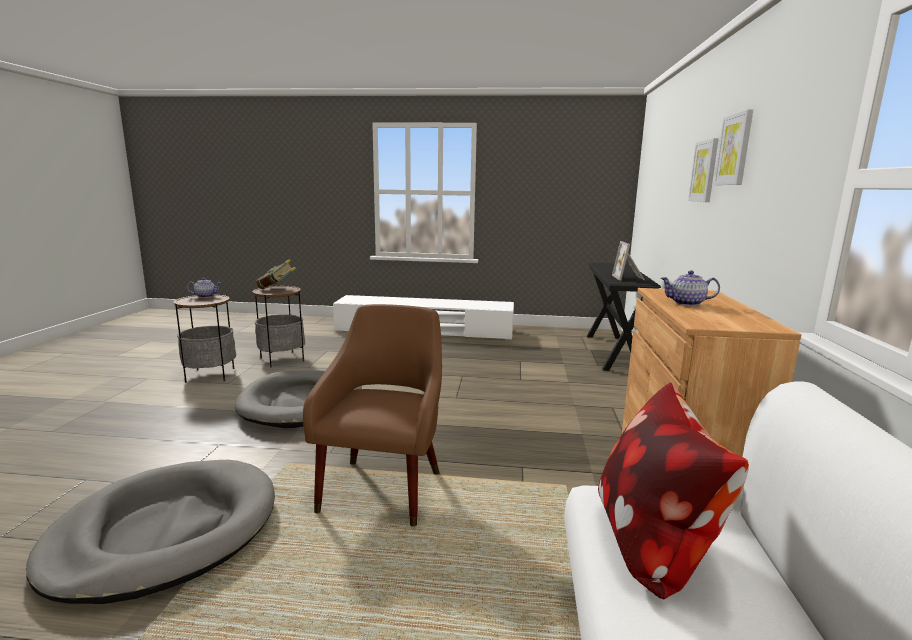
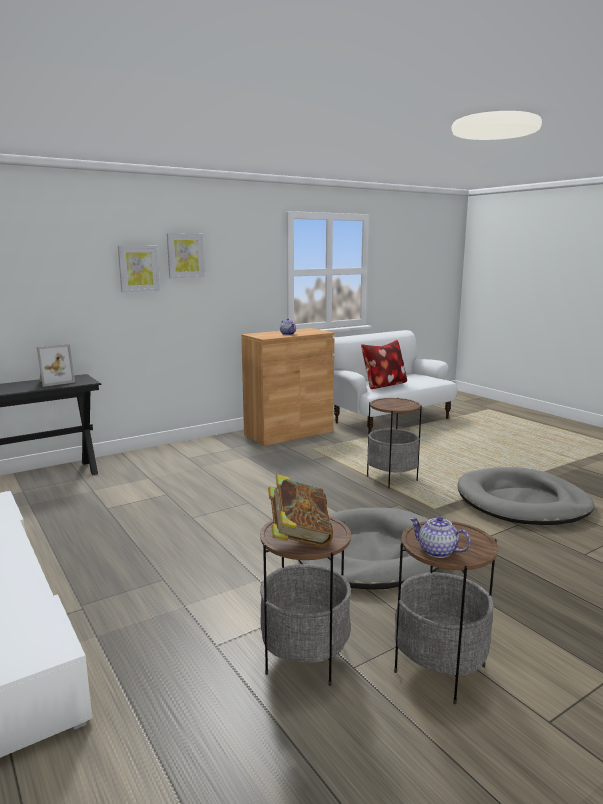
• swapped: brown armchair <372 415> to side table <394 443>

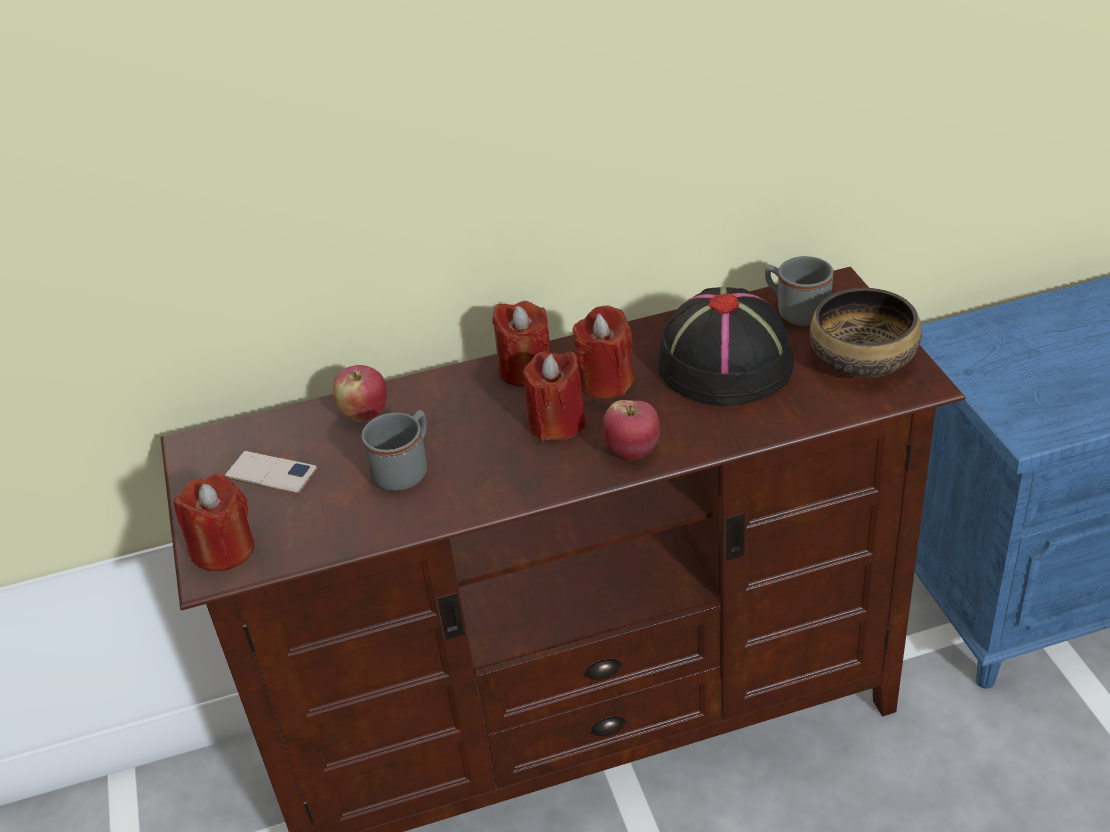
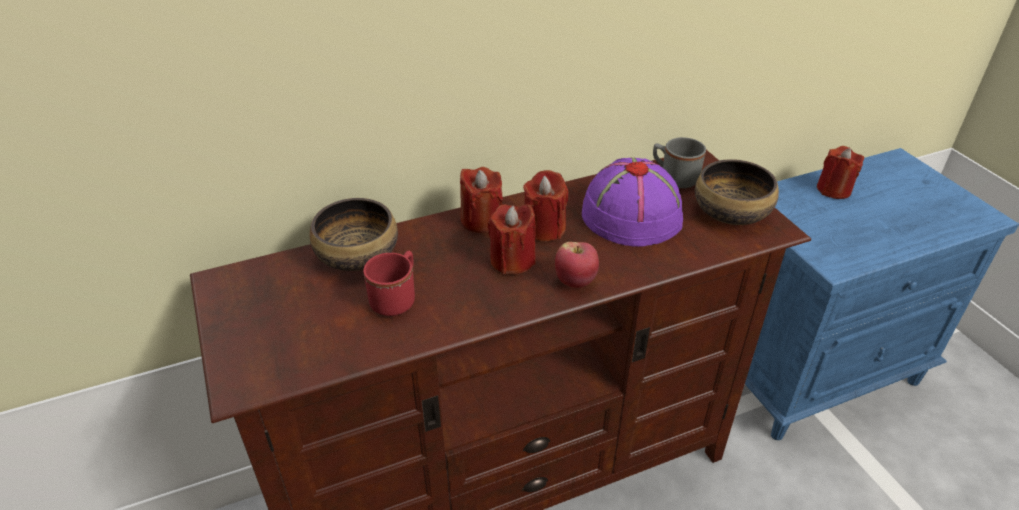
• swapped: apple <360 393> to bowl <354 234>
• repainted: grey mug <394 450> to red mug <389 283>
• repainted: black hat <725 346> to purple hat <632 202>
• shifted: red candle <214 522> to <840 172>
• gone: phone <271 472>

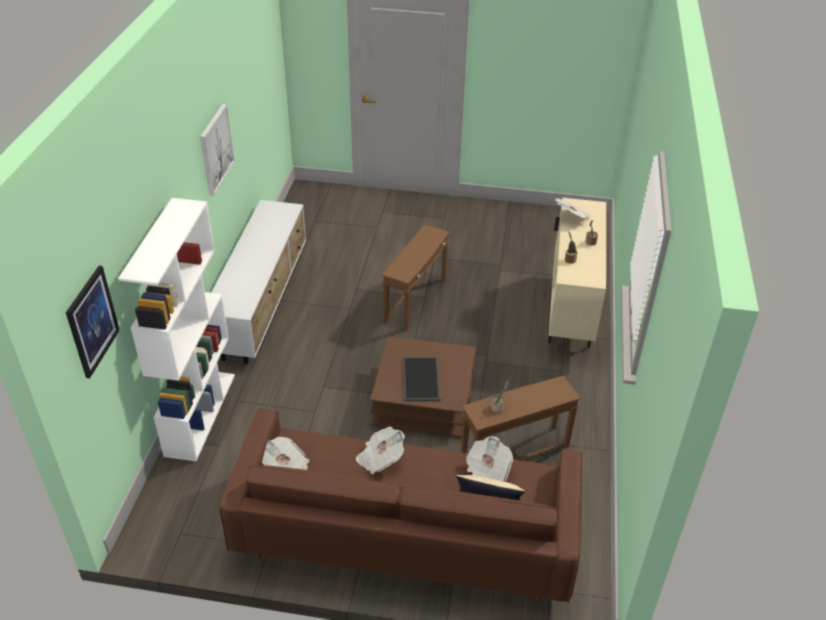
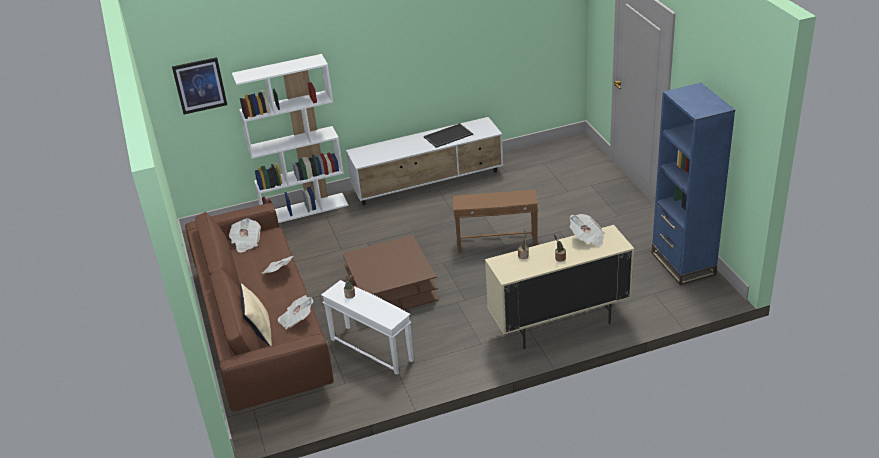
• repainted: brown side table <521 418> to white side table <367 327>
• shifted: tray <422 379> to <448 135>
• new: blue bookcase <693 184>
• gone: picture <217 149>

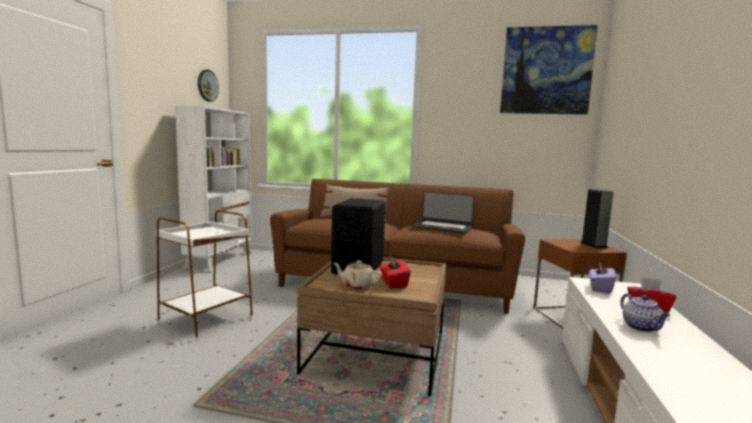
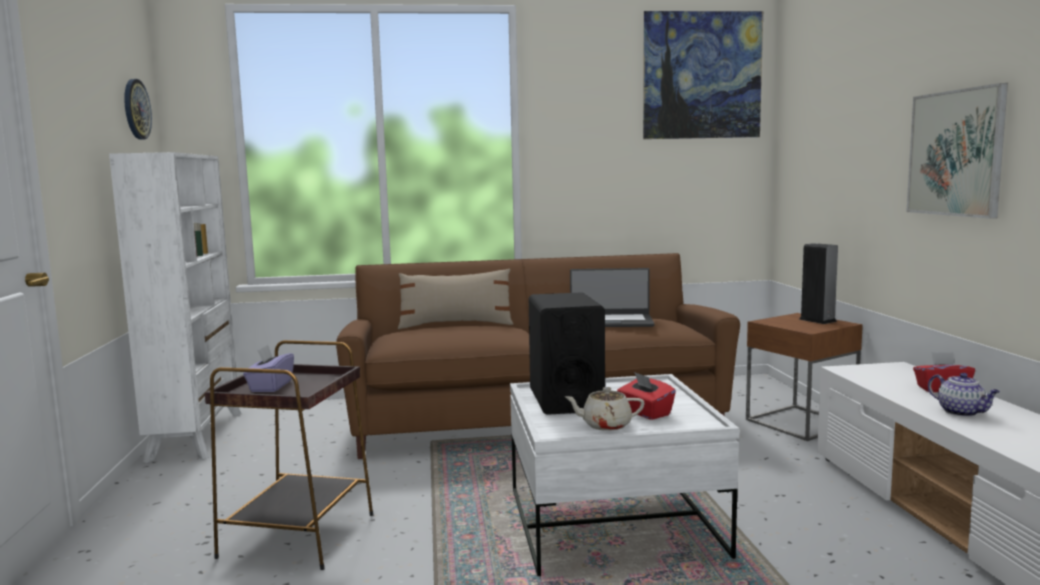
• repainted: white side table <204 275> to brown side table <289 455>
• shifted: purple tissue box <602 278> to <268 368>
• repainted: brown coffee table <371 327> to white coffee table <624 475>
• new: picture <957 151>

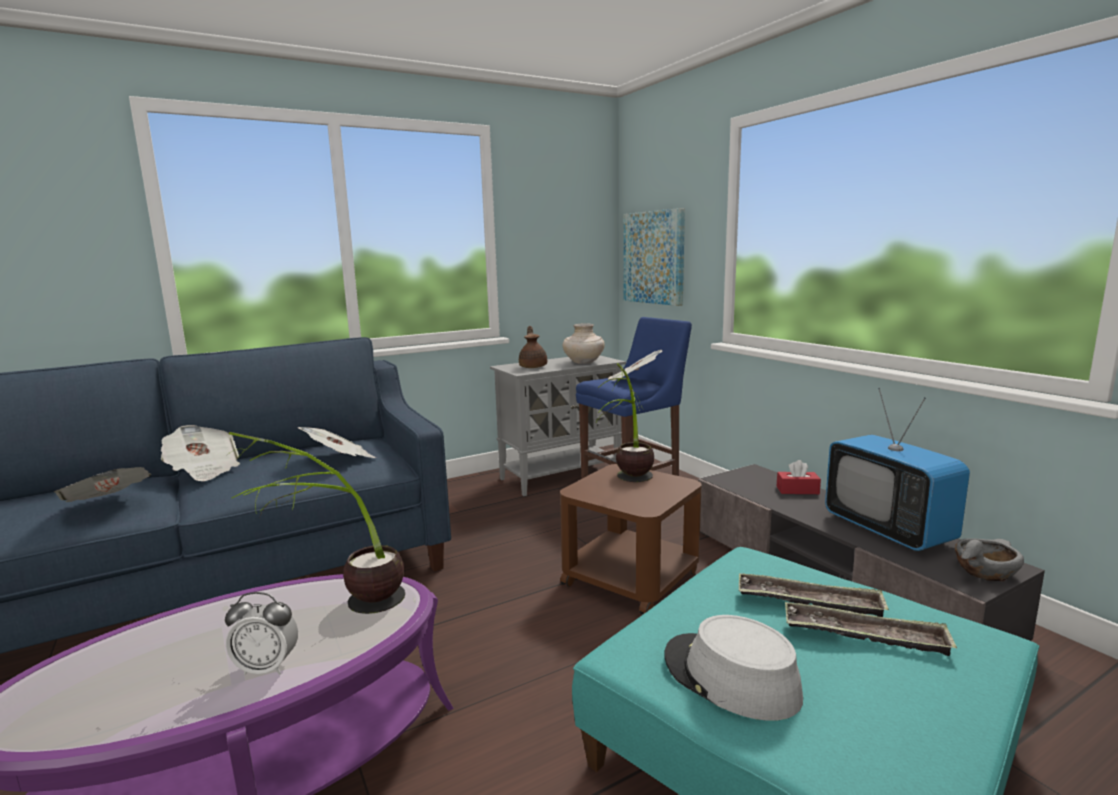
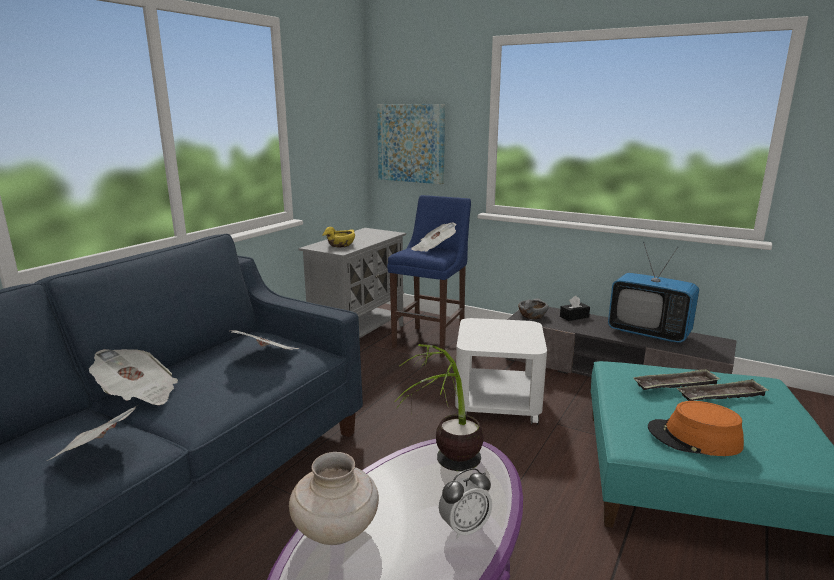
• shifted: beige vase <584 343> to <334 498>
• swapped: brown teapot <533 347> to yellow bowl <338 237>
• repainted: brown side table <631 539> to white side table <501 371>
• shifted: grey bowl <989 559> to <533 309>
• repainted: red tissue box <798 477> to black tissue box <575 308>
• repainted: grey hat <733 668> to orange hat <696 428>
• gone: potted plant <624 422>

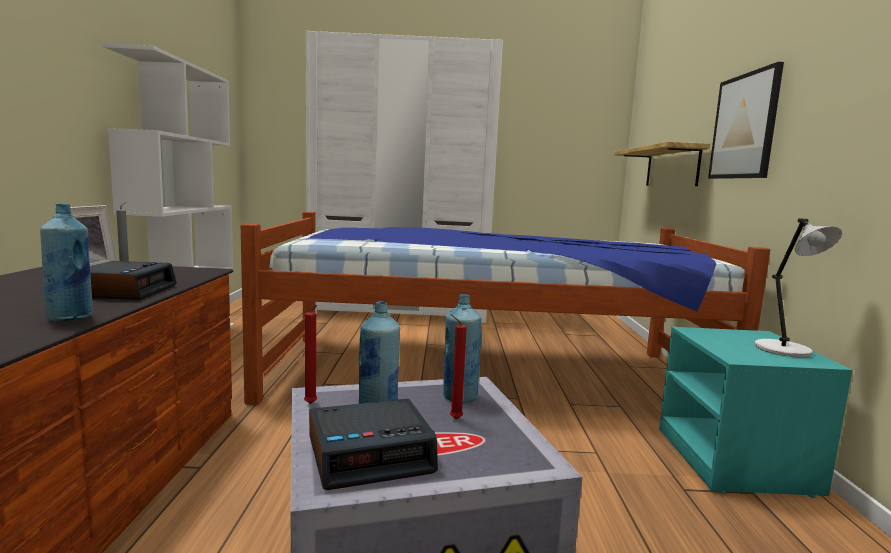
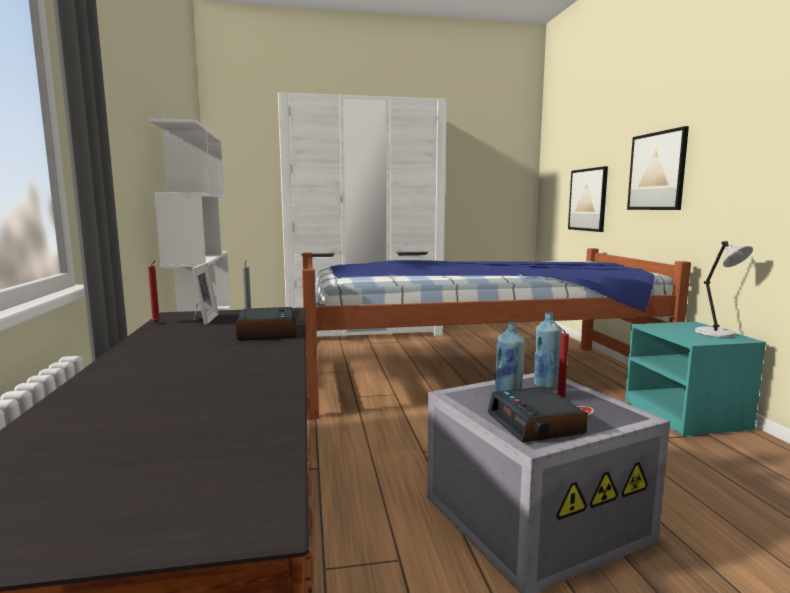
• shifted: red candle <311 354> to <154 291>
• rotated: alarm clock <373 444> = <538 415> 105 degrees clockwise
• swapped: shelf <662 164> to picture <588 199>
• gone: blue bottle <66 262>

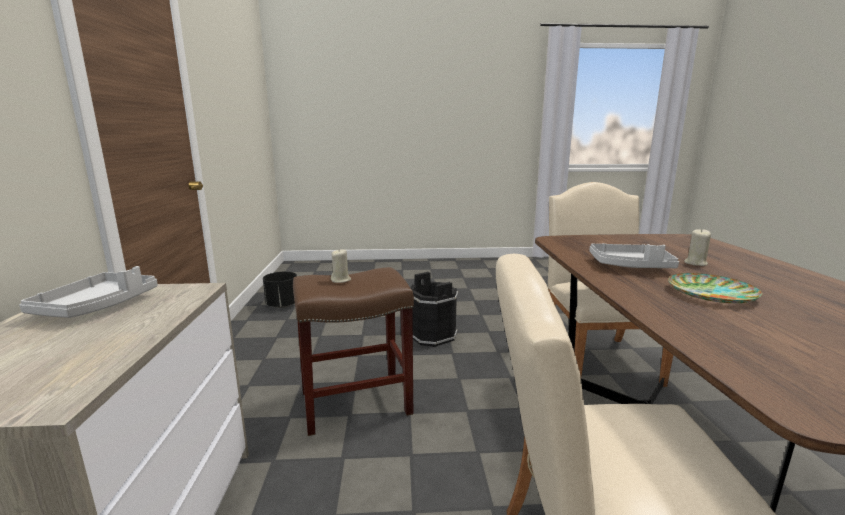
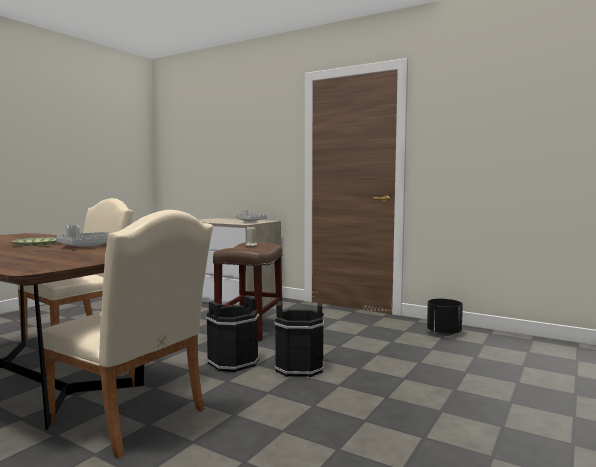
• new: black bucket <233 334>
• gone: beige candle <697 247>

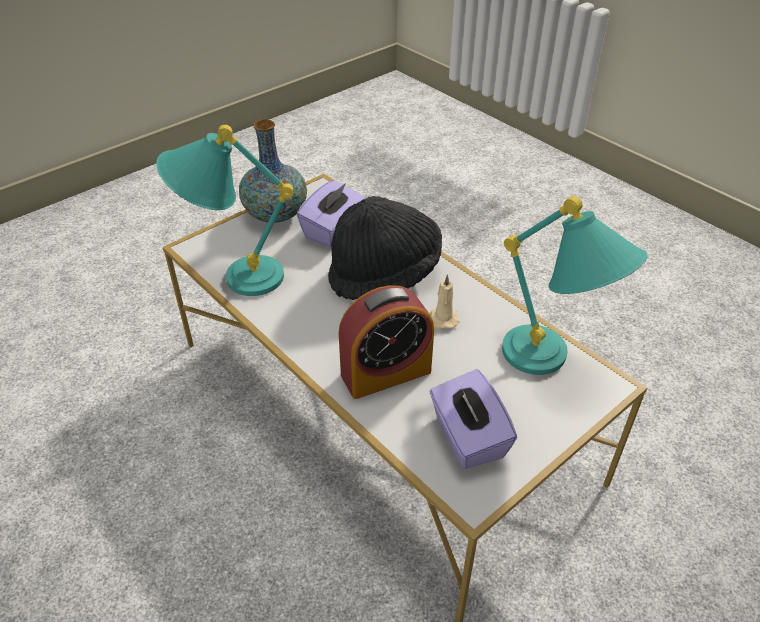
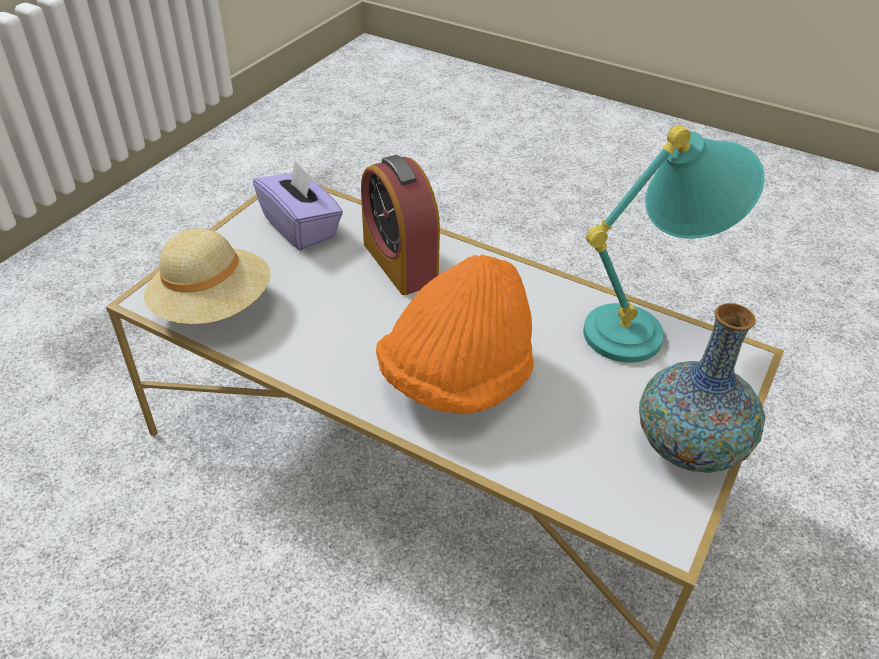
• swapped: turquoise table lamp <575 285> to beige hat <207 276>
• rotated: alarm clock <386 342> = <400 225> 75 degrees counterclockwise
• repainted: black hat <385 248> to orange hat <455 334>
• gone: purple tissue box <331 213>
• gone: beige candle <445 301>

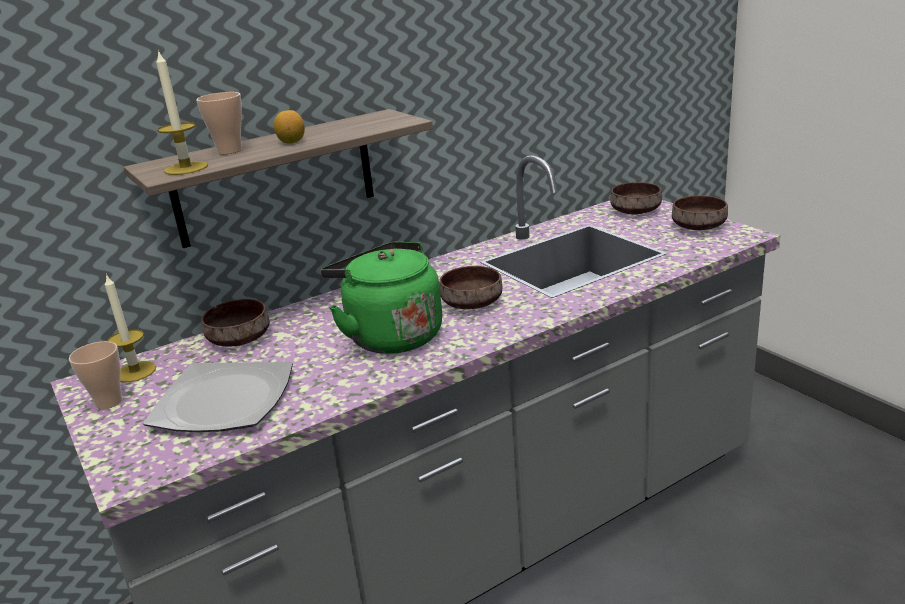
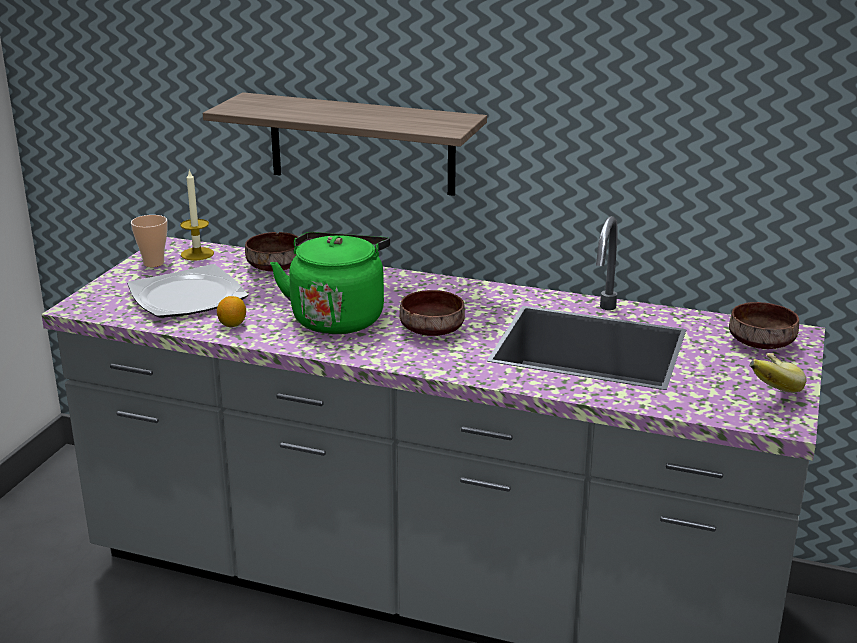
• shifted: lemon <289 127> to <231 311>
• swapped: brown bowl <700 213> to banana <778 373>
• gone: candle <182 112>
• gone: cup <219 123>

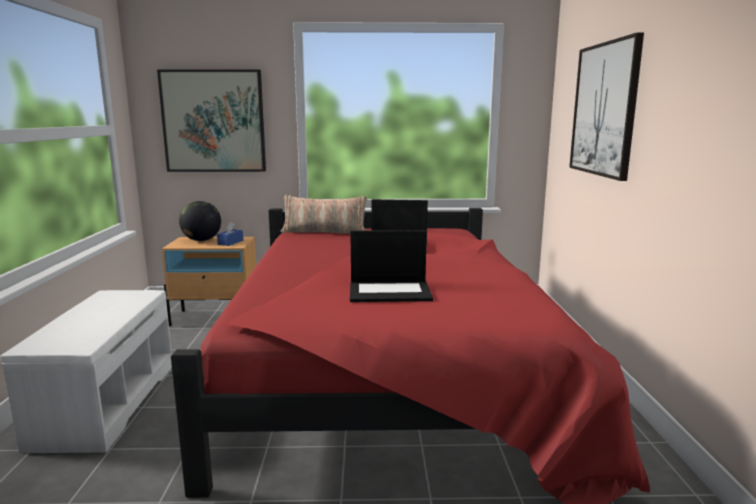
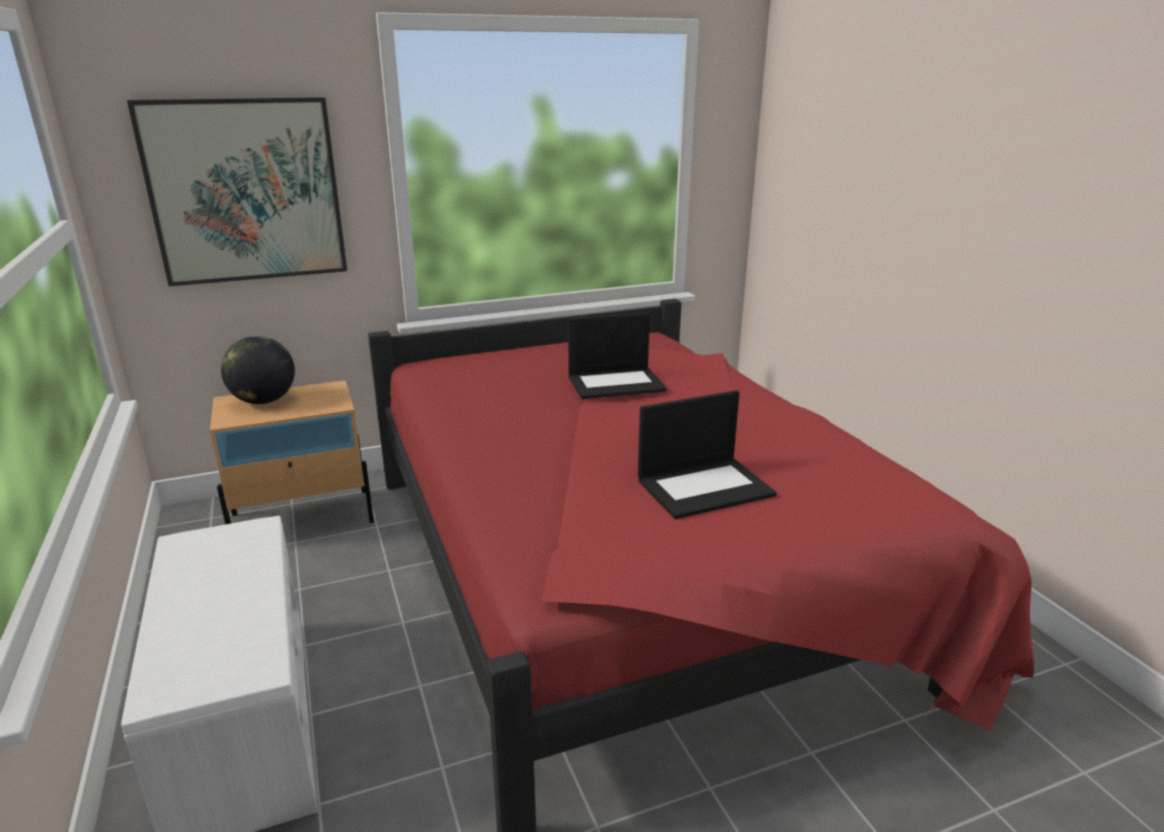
• gone: blue tissue box <230 234>
• gone: pillow <324 214>
• gone: picture <606 106>

